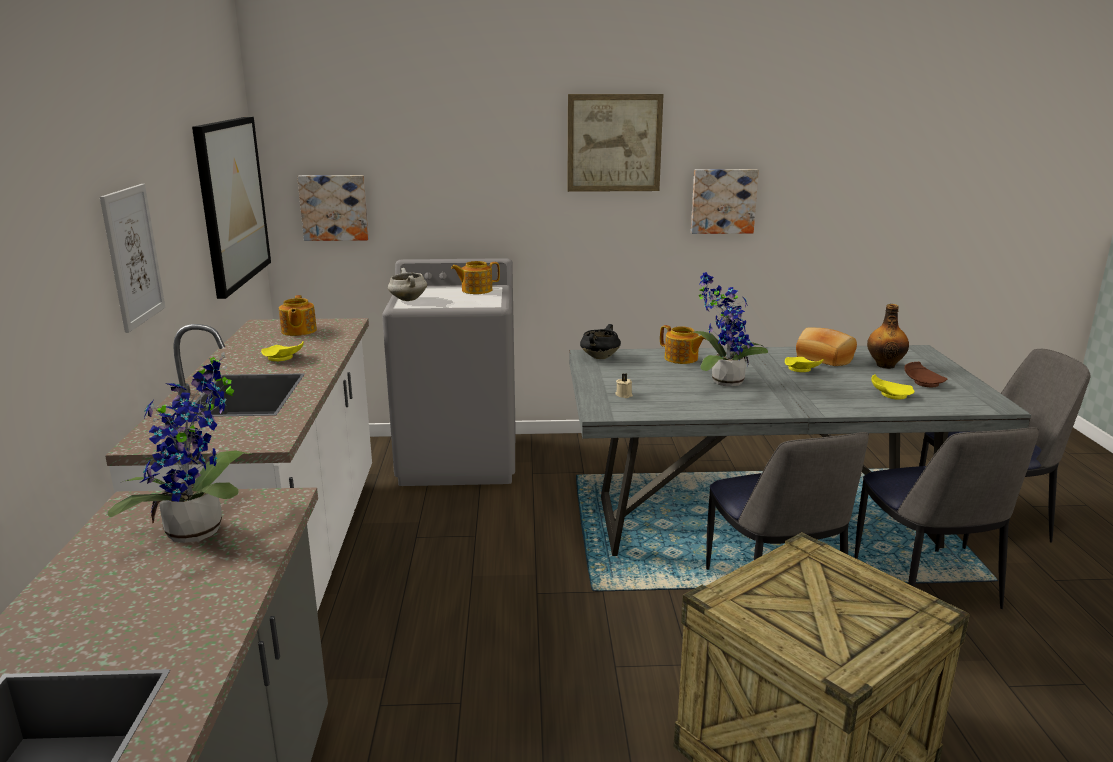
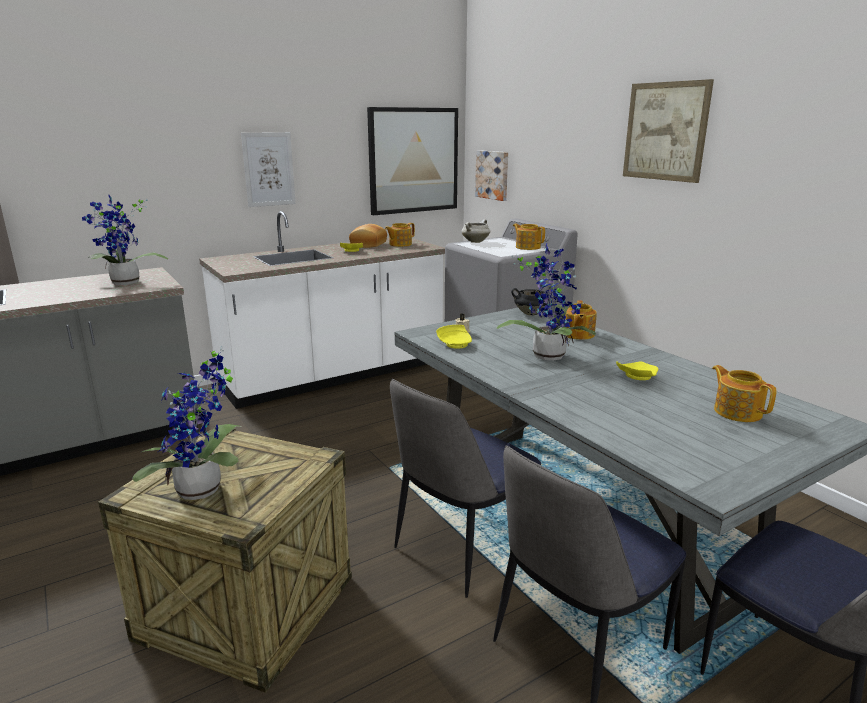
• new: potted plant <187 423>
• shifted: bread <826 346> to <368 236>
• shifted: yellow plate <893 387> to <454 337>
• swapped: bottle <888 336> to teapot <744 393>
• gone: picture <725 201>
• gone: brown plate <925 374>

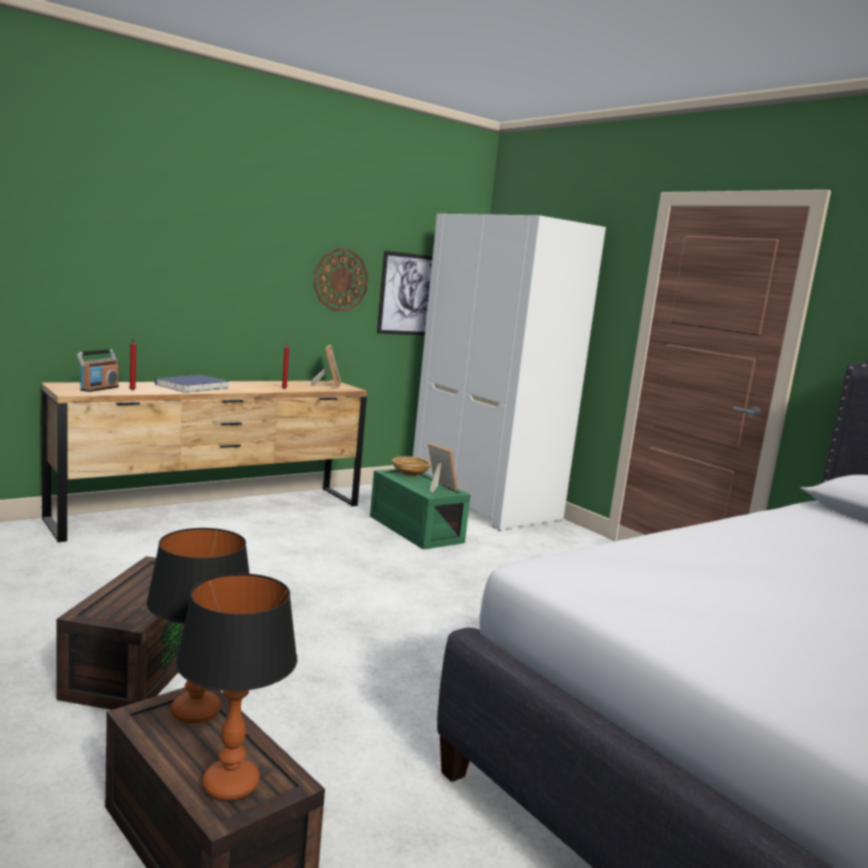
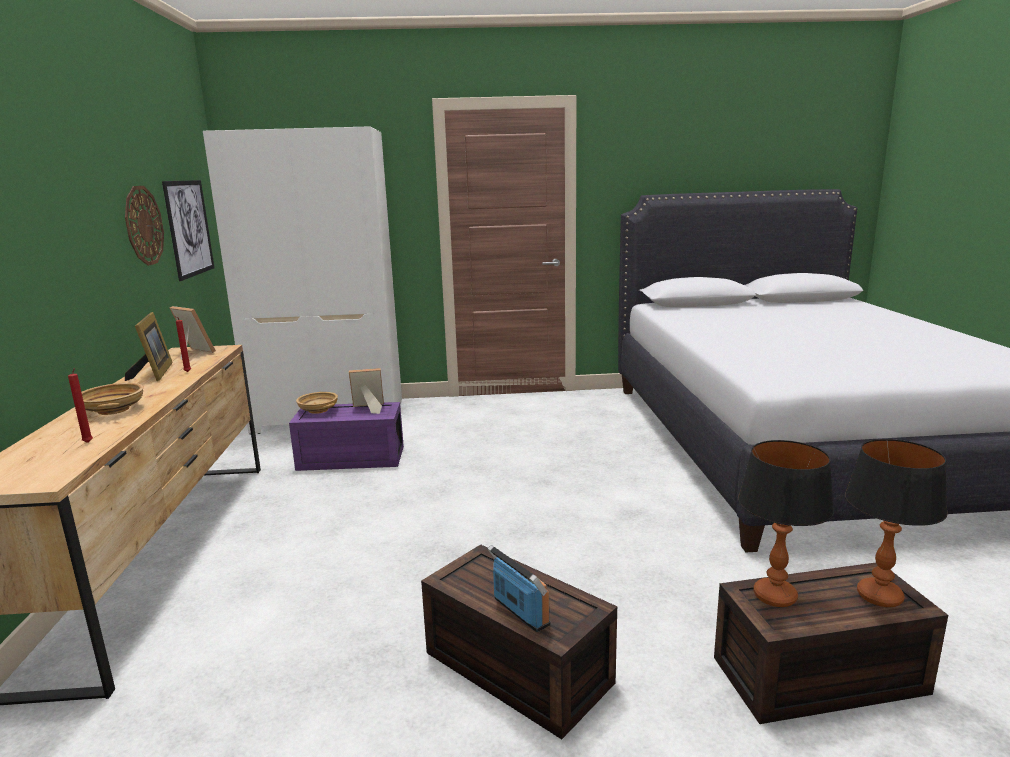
• swapped: blue book <191 384> to beige bowl <113 399>
• new: picture frame <149 346>
• repainted: green storage box <420 509> to purple storage box <346 436>
• shifted: radio <98 370> to <519 588>

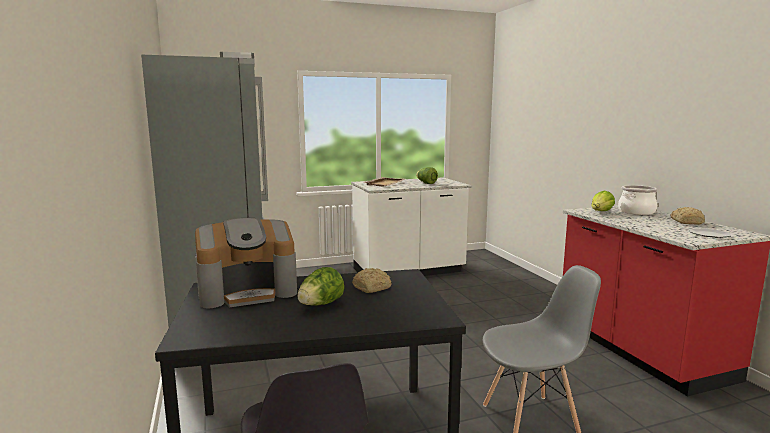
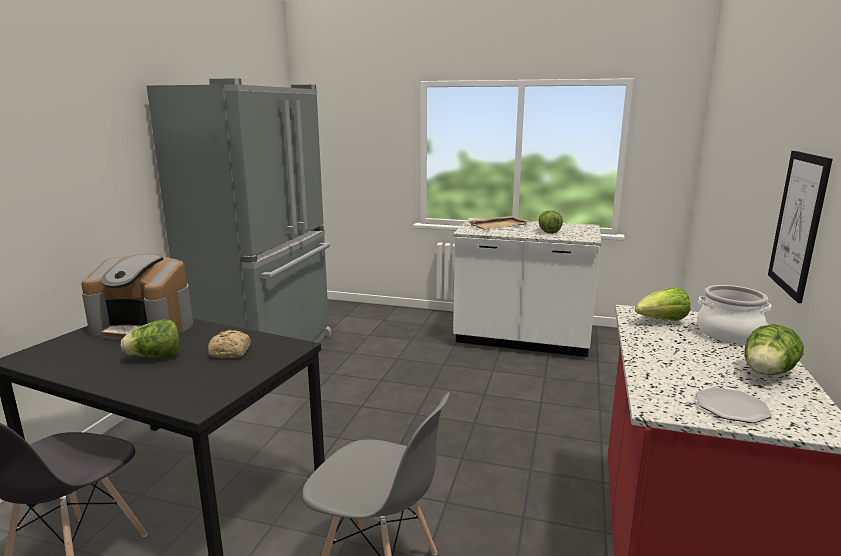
• swapped: bread <687 215> to lettuce <774 350>
• new: picture <800 227>

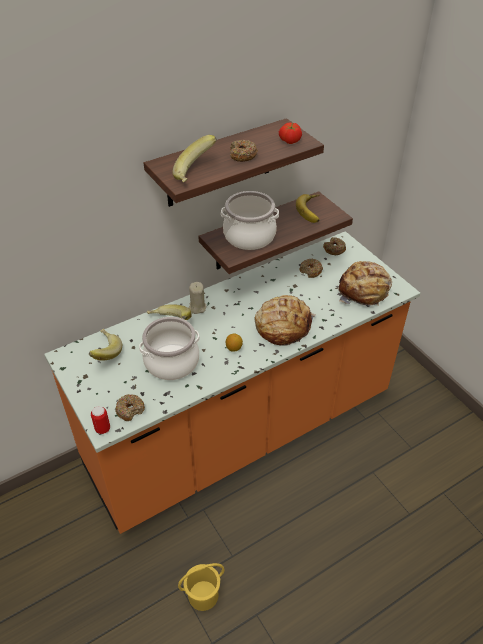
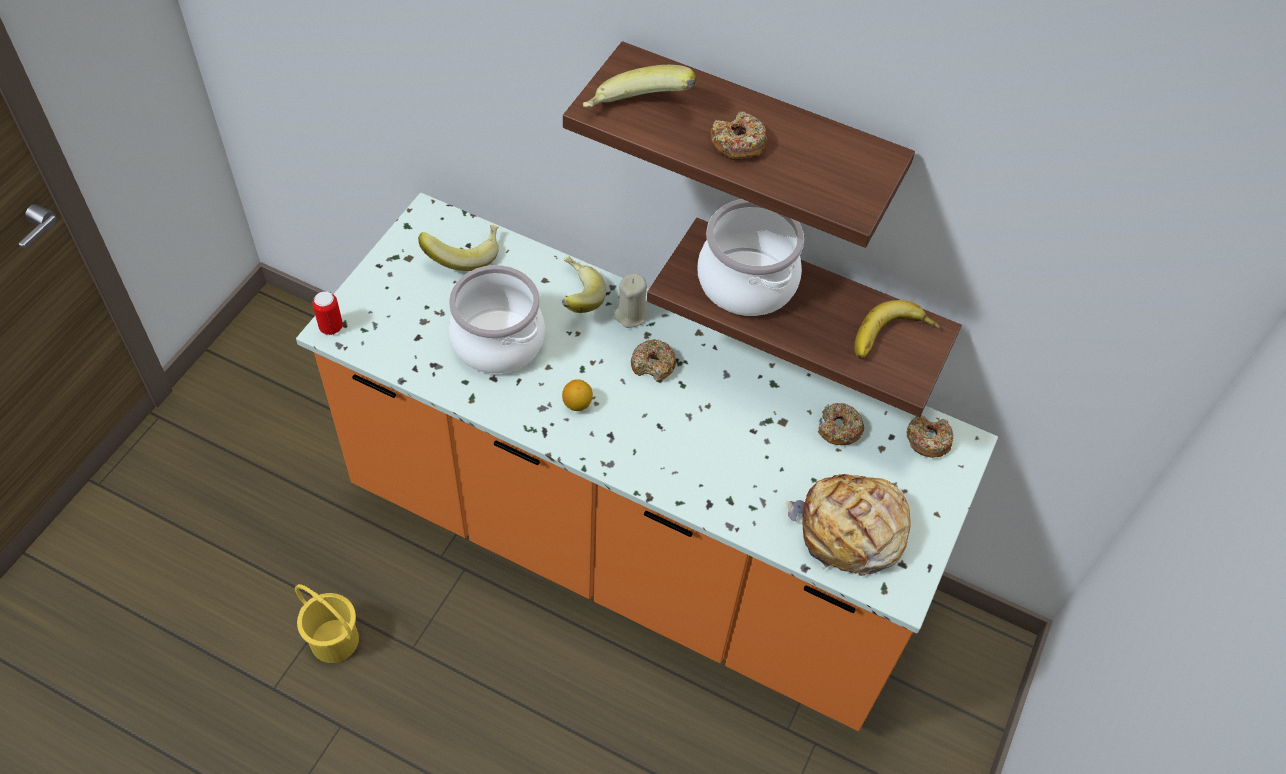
• shifted: donut <130 407> to <654 360>
• gone: bread <285 320>
• gone: tomato <290 133>

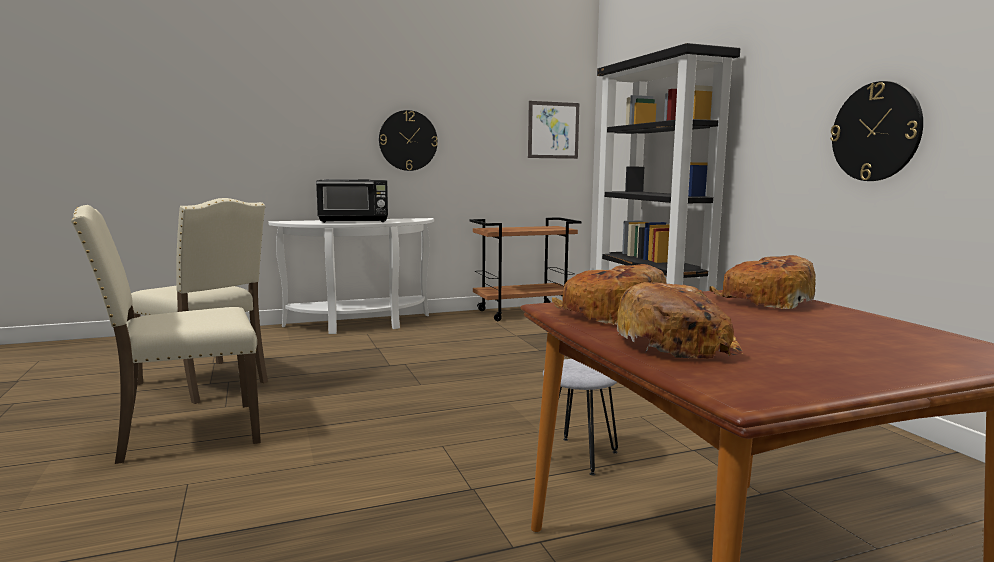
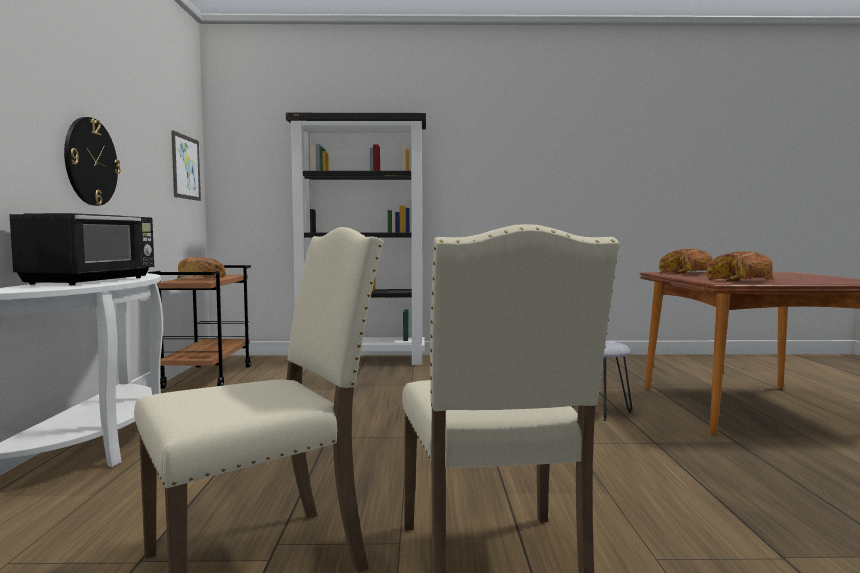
• shifted: bread <680 320> to <201 268>
• gone: wall clock <876 131>

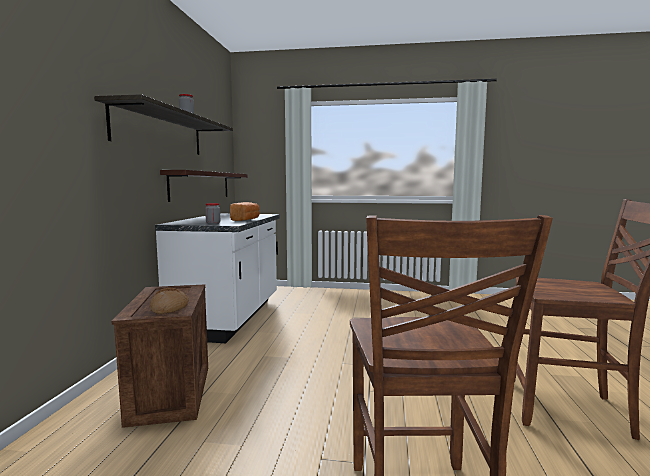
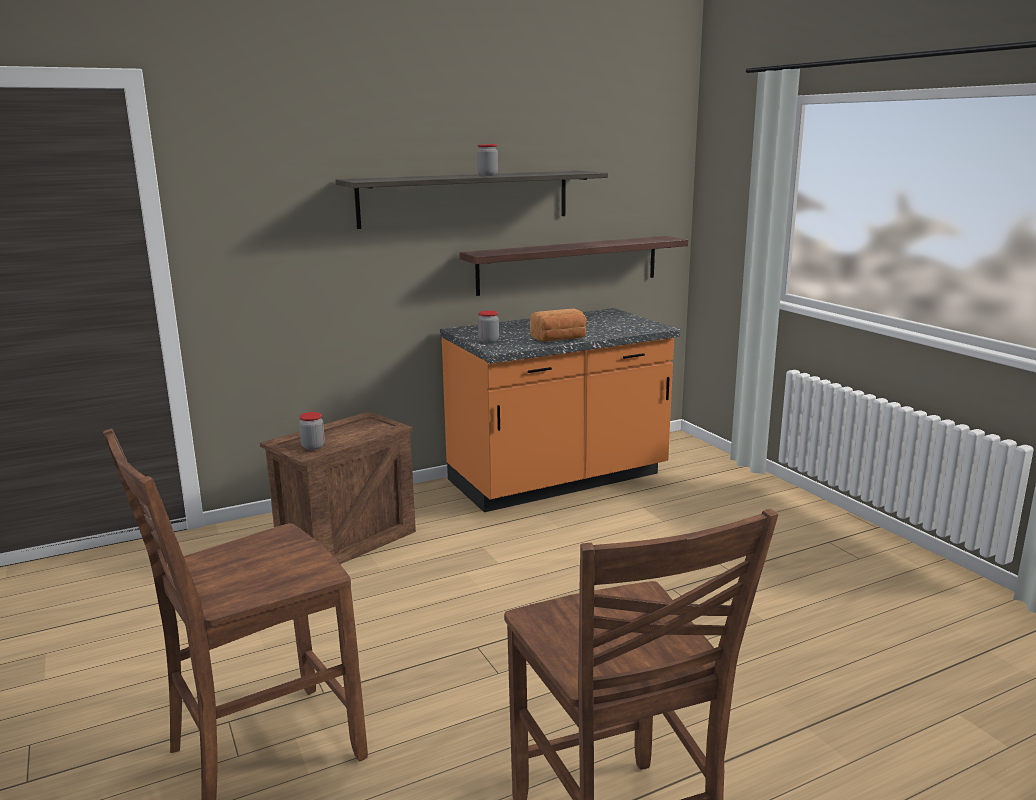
• swapped: bread <169 301> to jar <312 431>
• repainted: white counter <217 278> to orange counter <560 410>

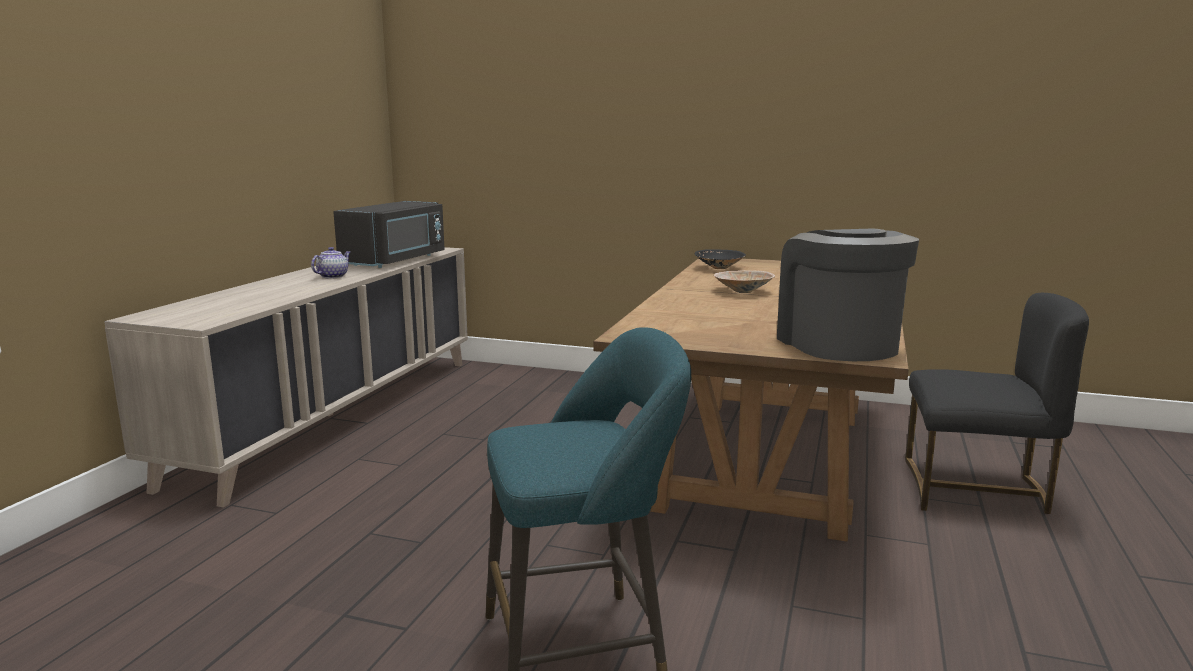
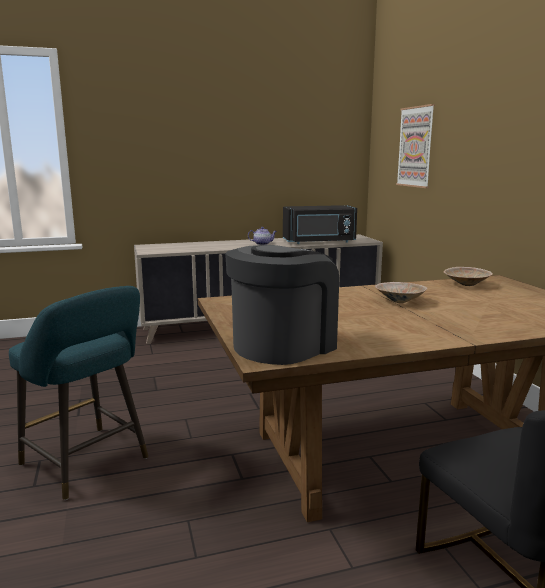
• new: picture <415 146>
• repainted: black bowl <720 259> to beige bowl <468 276>

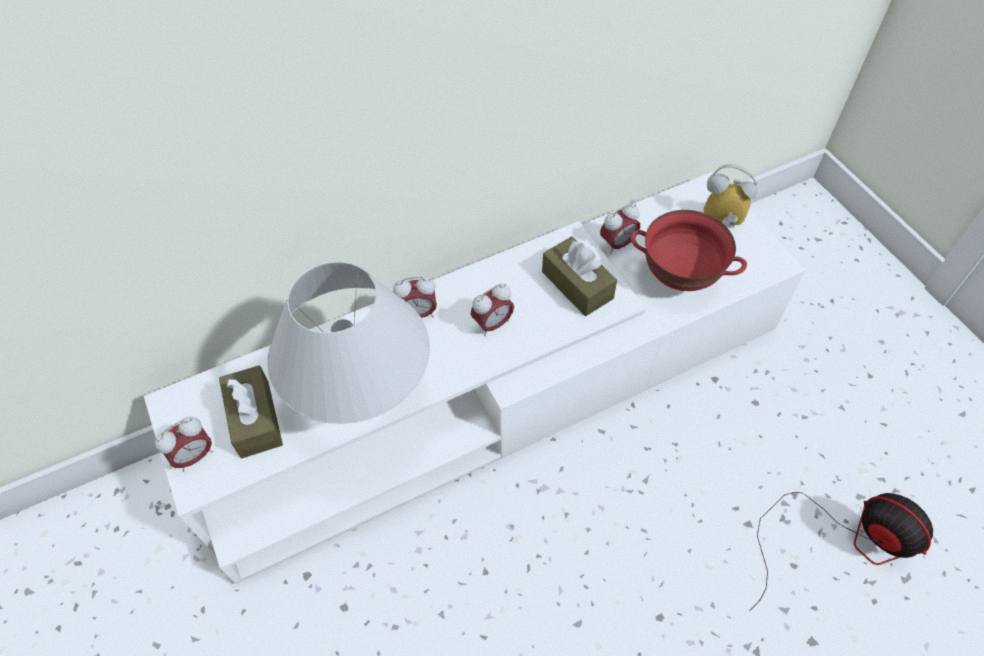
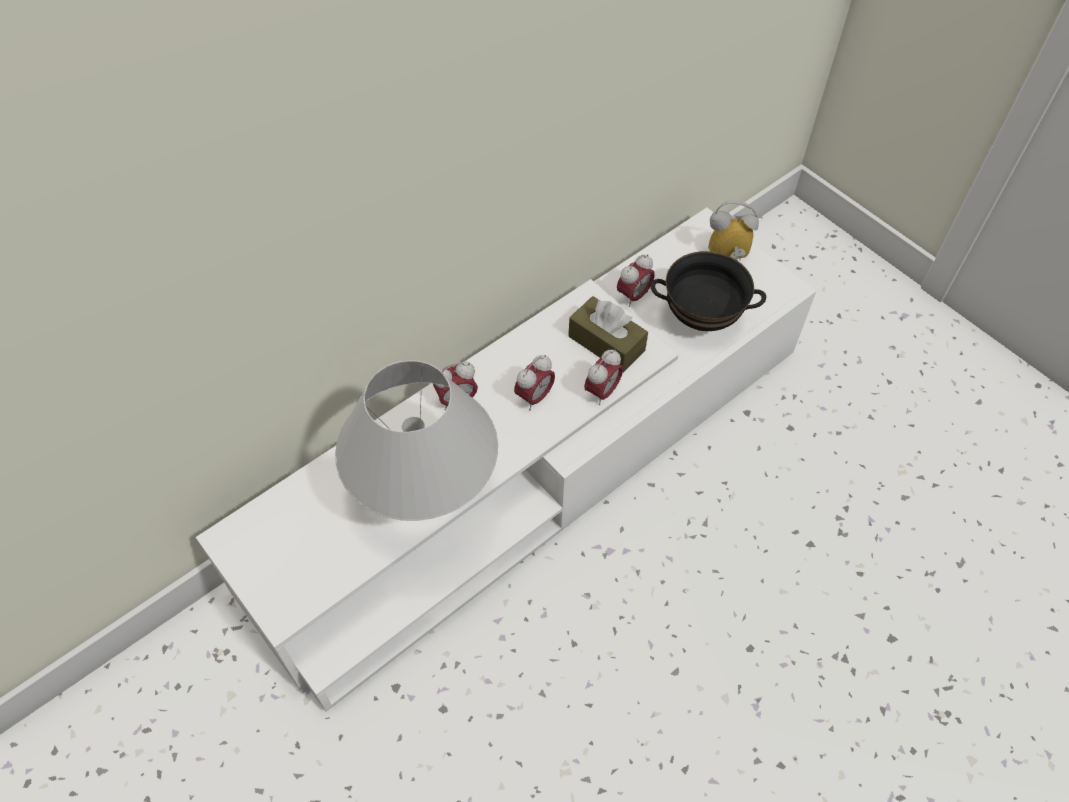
• shifted: alarm clock <184 444> to <603 377>
• repainted: red bowl <689 250> to black bowl <708 291>
• gone: brown tissue box <251 411>
• gone: fan <841 551>

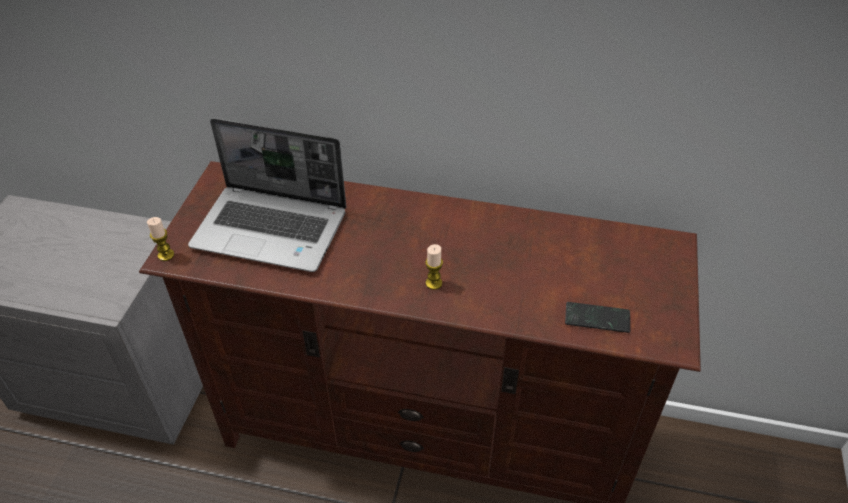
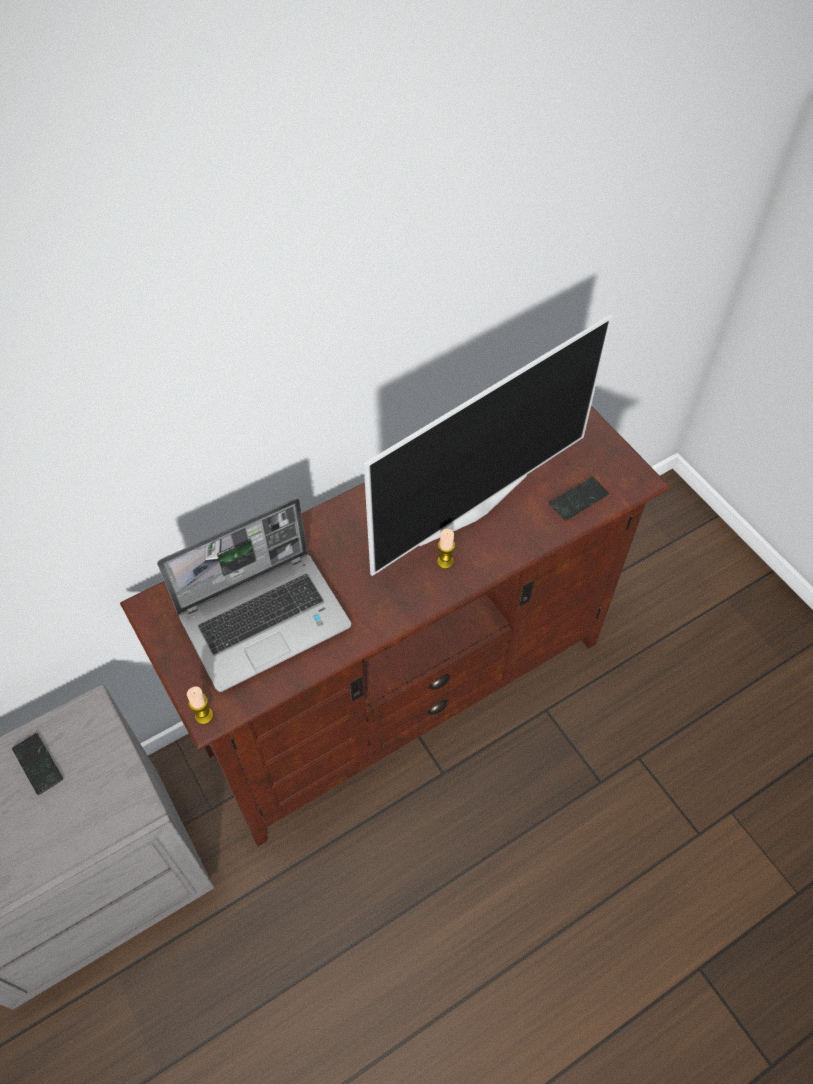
• new: phone <37 764>
• new: television <488 445>

